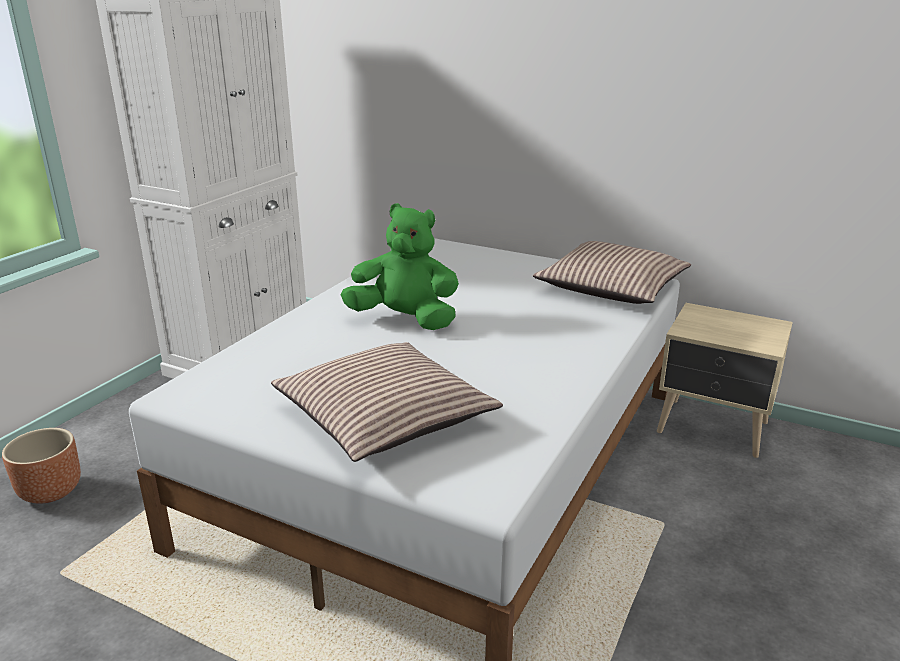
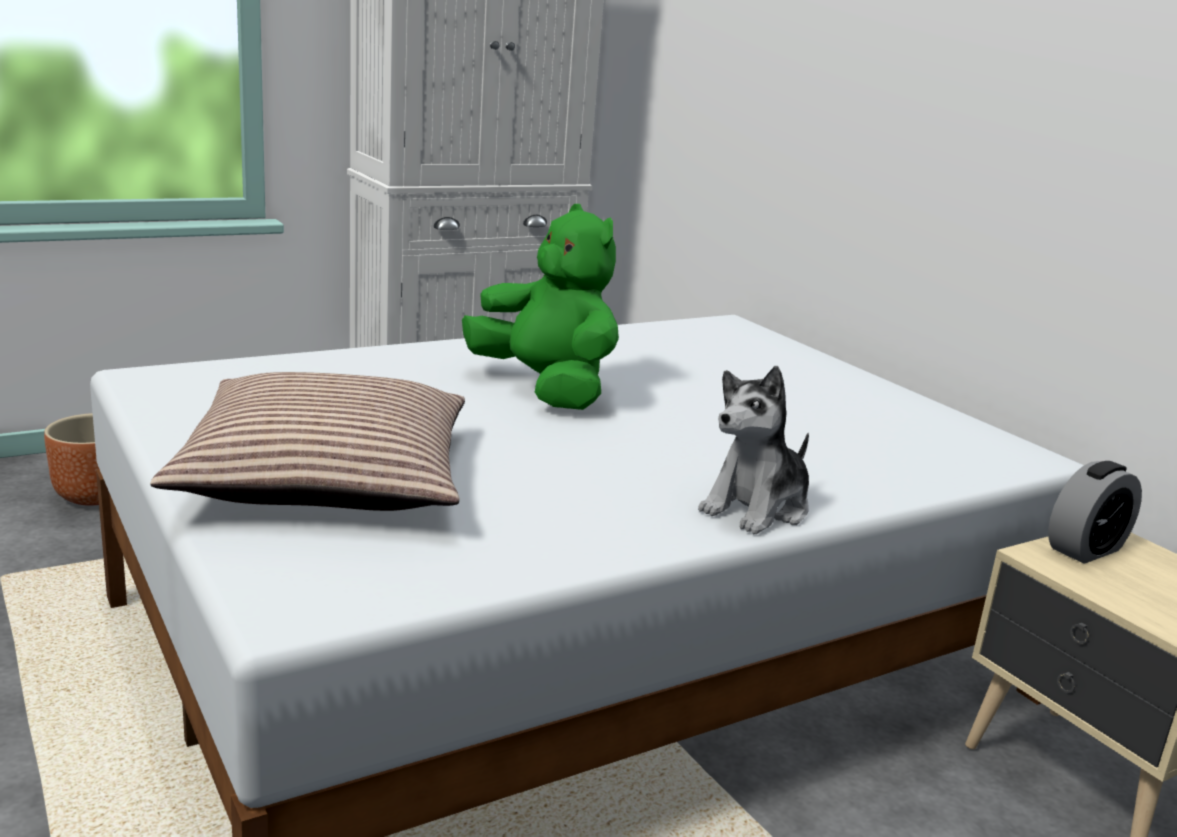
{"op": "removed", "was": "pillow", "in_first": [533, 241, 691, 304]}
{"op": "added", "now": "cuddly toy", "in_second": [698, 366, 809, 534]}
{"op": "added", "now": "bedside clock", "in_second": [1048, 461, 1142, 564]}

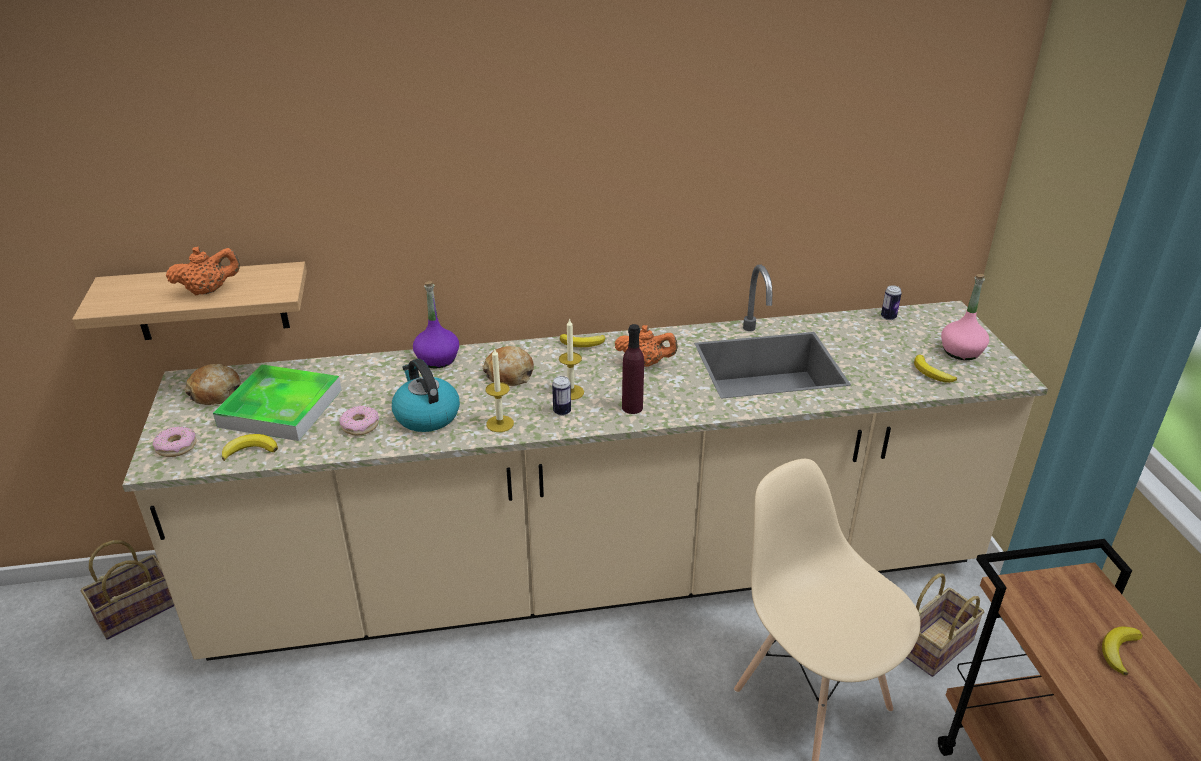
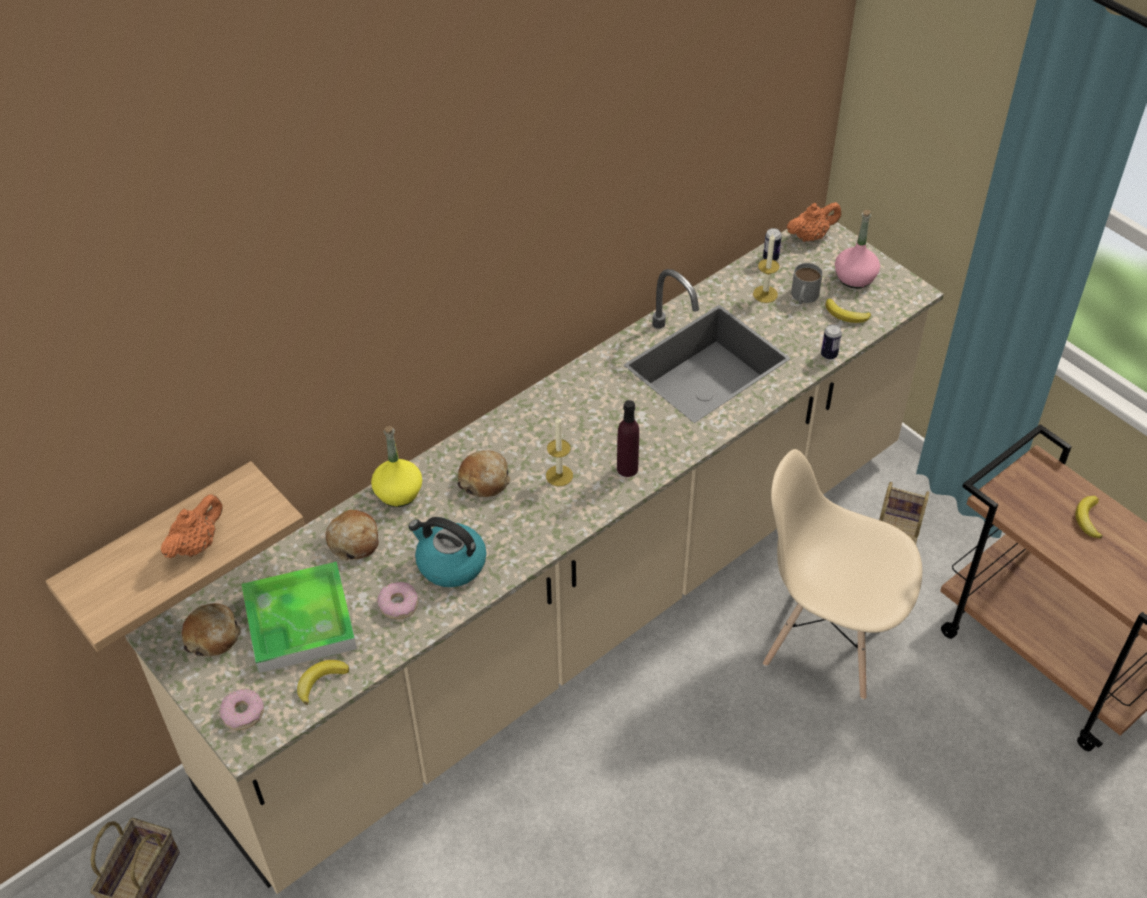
{"op": "recoloured", "was": "purple-coloured drink bottle", "now": "yellowish drink bottle", "in_first": [413, 281, 459, 368], "in_second": [371, 426, 422, 507]}
{"op": "moved", "was": "candle", "in_first": [486, 348, 514, 432], "in_second": [753, 234, 779, 303]}
{"op": "moved", "was": "sealed can", "in_first": [552, 376, 571, 416], "in_second": [821, 324, 842, 360]}
{"op": "removed", "was": "whole banana", "in_first": [560, 334, 605, 347]}
{"op": "moved", "was": "orangey teapot", "in_first": [615, 325, 678, 367], "in_second": [787, 202, 841, 242]}
{"op": "added", "now": "baked bread", "in_second": [326, 510, 379, 561]}
{"op": "added", "now": "greyish coffee mug", "in_second": [791, 263, 823, 304]}

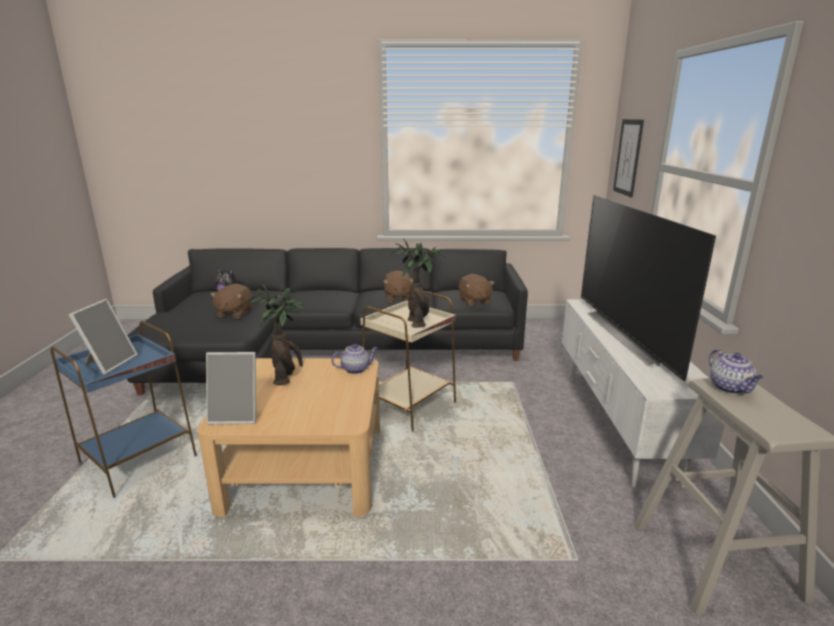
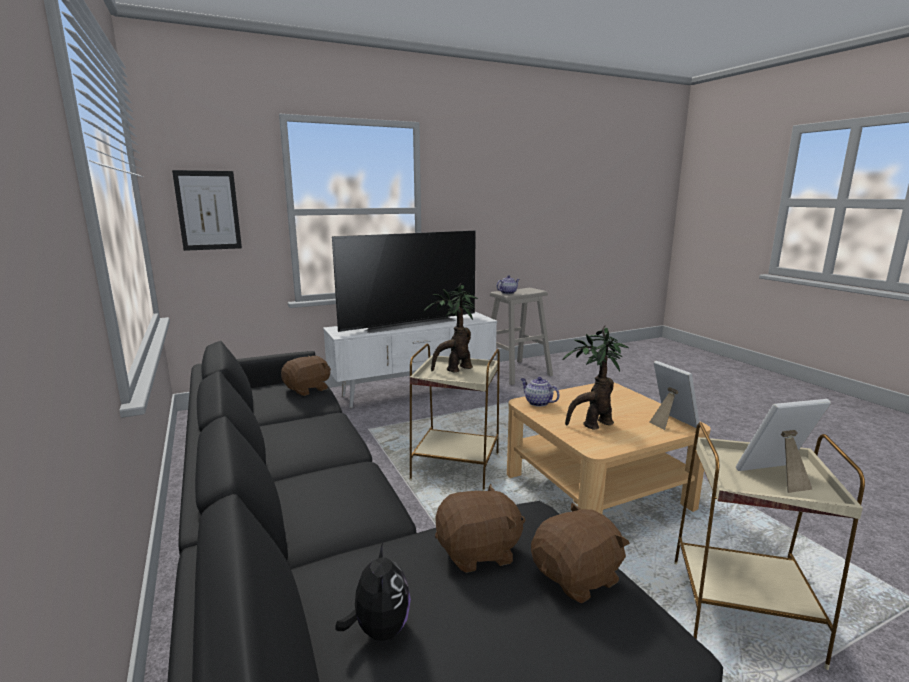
{"op": "recoloured", "was": "blue end table", "now": "beige end table", "in_first": [50, 321, 197, 498], "in_second": [674, 422, 865, 670]}
{"op": "moved", "was": "brown cuddly toy", "in_first": [383, 271, 413, 302], "in_second": [531, 502, 630, 603]}

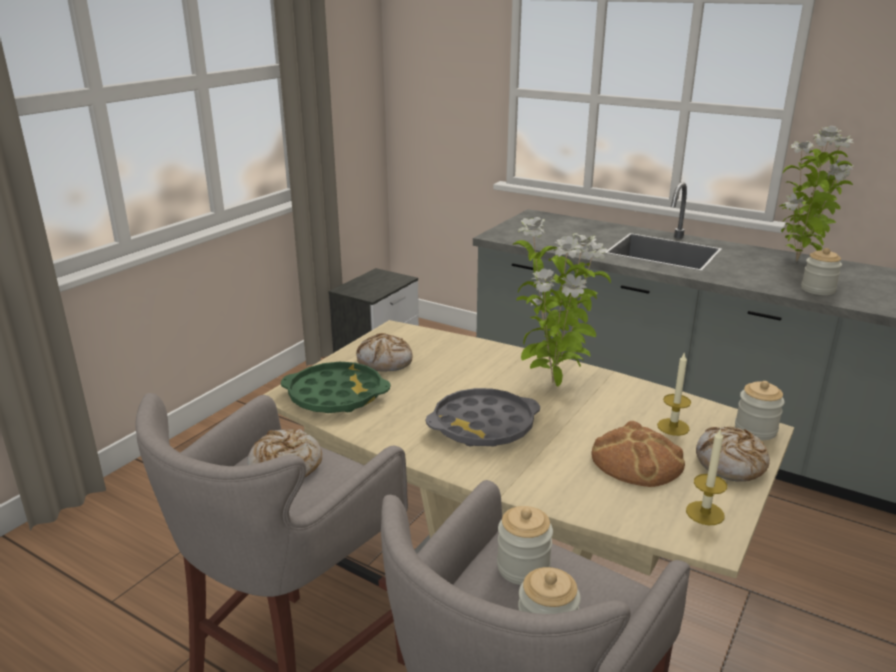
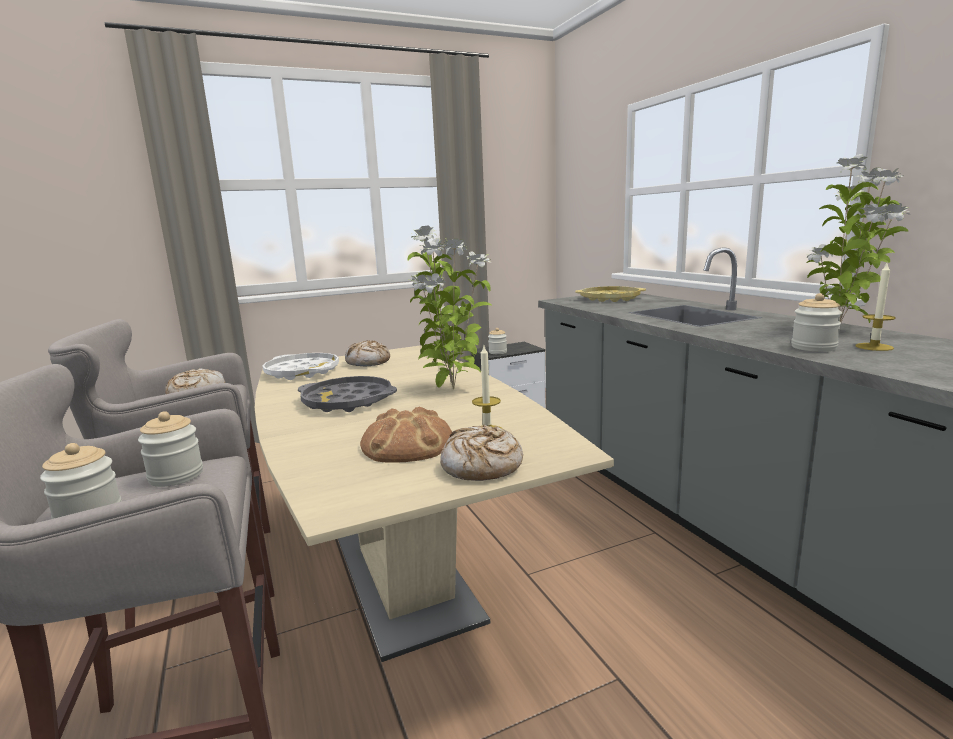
{"op": "recoloured", "was": "greenish tray", "now": "white tray", "in_first": [281, 362, 391, 413], "in_second": [262, 353, 339, 380]}
{"op": "moved", "was": "candle", "in_first": [686, 428, 727, 525], "in_second": [855, 263, 896, 351]}
{"op": "moved", "was": "preserve jar", "in_first": [735, 381, 785, 440], "in_second": [488, 328, 507, 354]}
{"op": "added", "now": "yellowish tray", "in_second": [575, 286, 646, 302]}

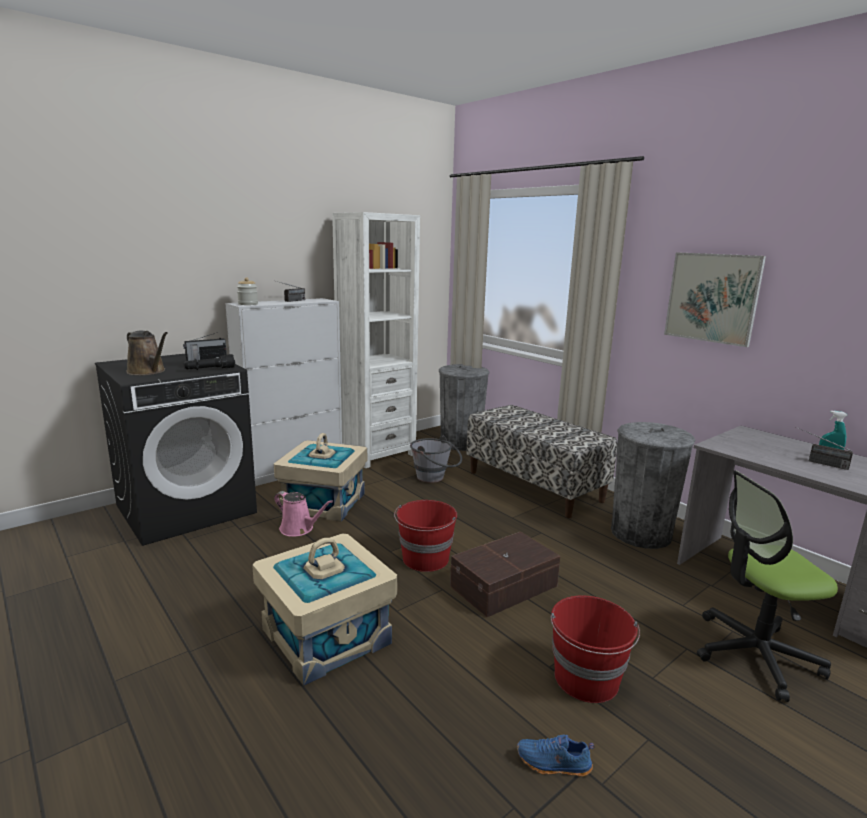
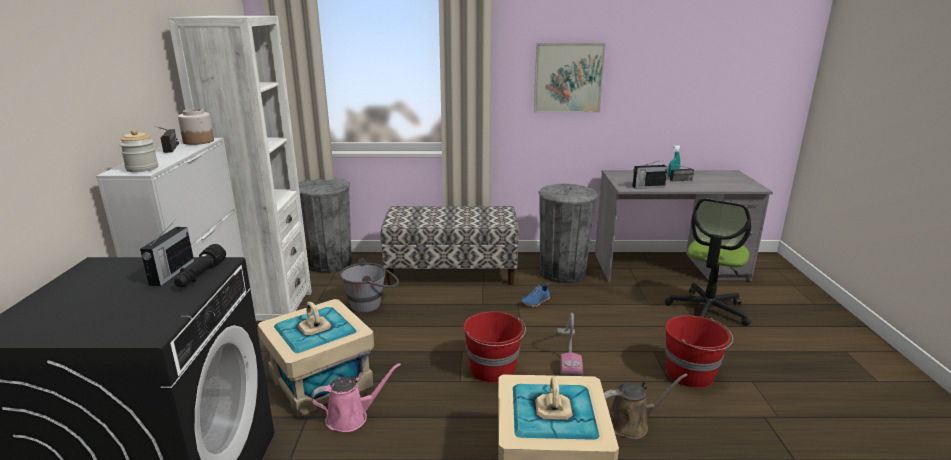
{"op": "moved", "was": "brown watering pot", "in_first": [126, 330, 168, 375], "in_second": [604, 374, 688, 439]}
{"op": "replaced", "was": "brown storage box", "now": "vacuum cleaner", "in_first": [450, 532, 560, 617], "in_second": [557, 313, 583, 376]}
{"op": "moved", "was": "blue low shoe", "in_first": [517, 735, 594, 777], "in_second": [521, 283, 550, 307]}
{"op": "added", "now": "preserve jar", "in_second": [178, 109, 214, 145]}
{"op": "added", "now": "radio", "in_second": [632, 161, 668, 189]}

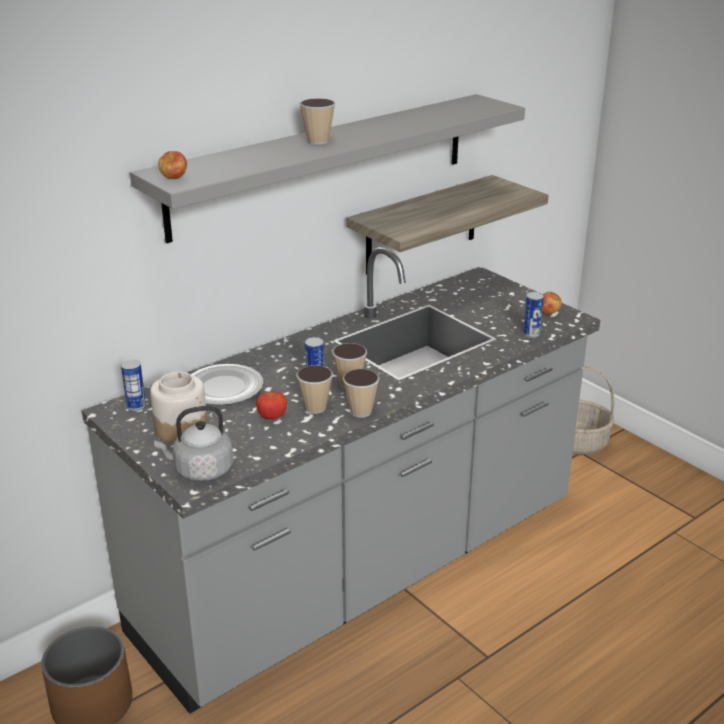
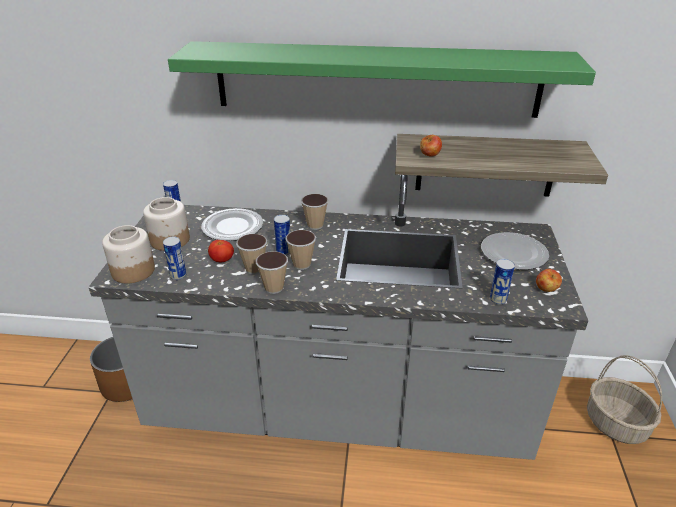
{"op": "recoloured", "was": "greyish wall shelf", "now": "greenish wall shelf", "in_first": [130, 94, 525, 243], "in_second": [168, 41, 596, 118]}
{"op": "replaced", "was": "greyish water kettle", "now": "preserve jar", "in_first": [154, 405, 233, 481], "in_second": [102, 225, 155, 284]}
{"op": "moved", "was": "whole apple", "in_first": [158, 151, 187, 179], "in_second": [420, 135, 442, 157]}
{"op": "moved", "was": "small cup", "in_first": [300, 98, 335, 145], "in_second": [301, 194, 328, 230]}
{"op": "added", "now": "sealed can", "in_second": [163, 237, 186, 280]}
{"op": "added", "now": "dinner plate", "in_second": [481, 232, 549, 270]}

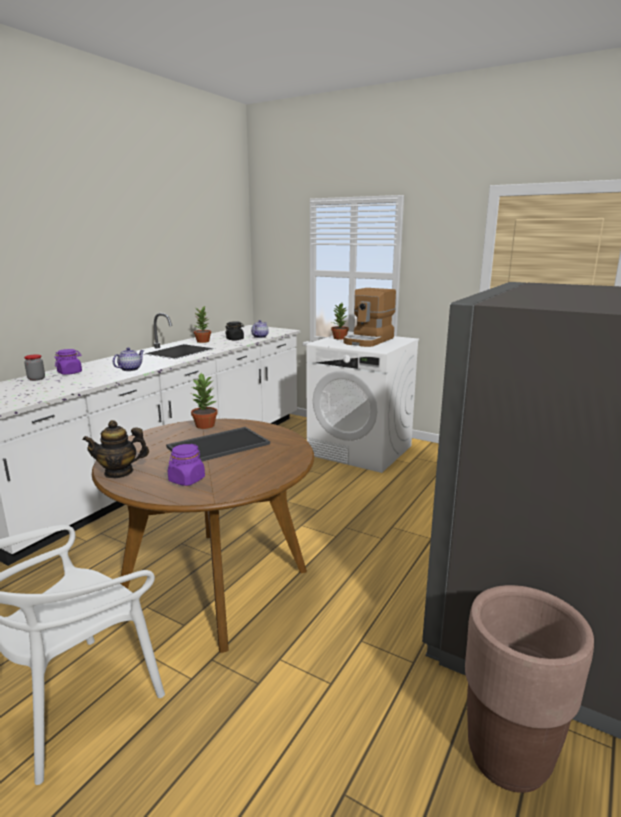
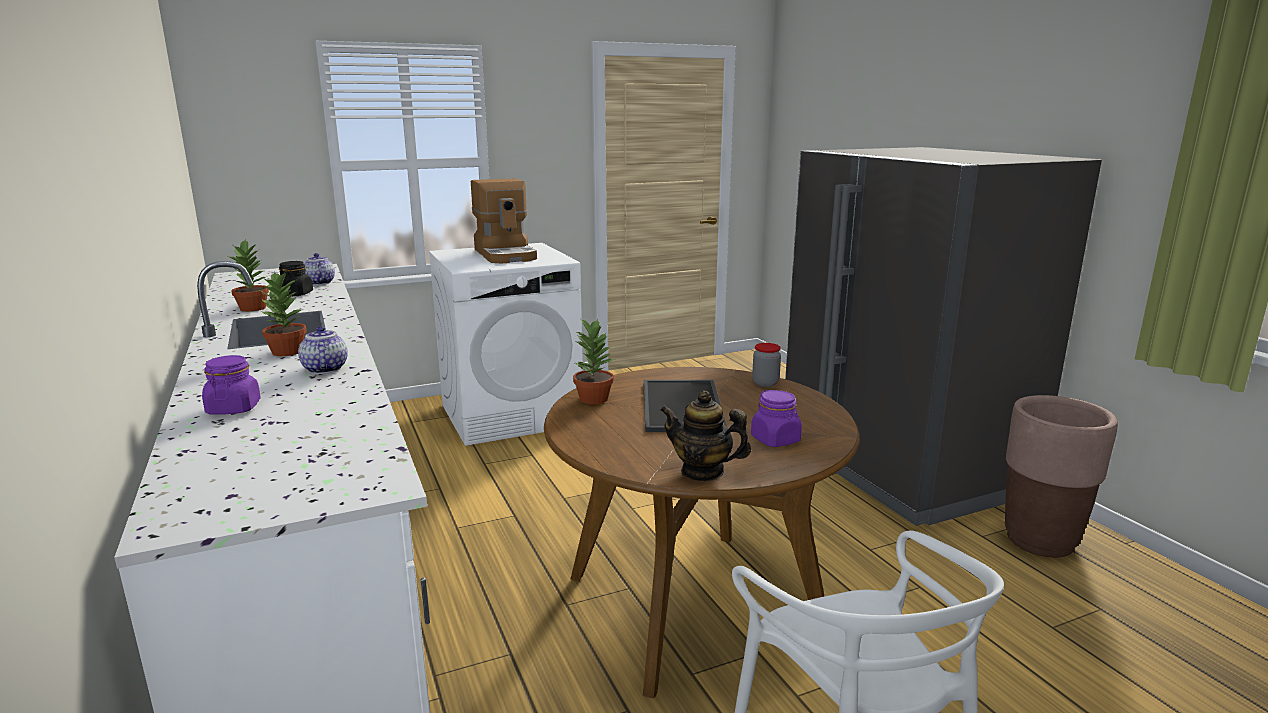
{"op": "moved", "was": "preserve jar", "in_first": [24, 354, 45, 381], "in_second": [752, 343, 781, 387]}
{"op": "turned", "was": "teapot", "in_first": [82, 420, 149, 478], "in_second": [660, 391, 751, 482], "clockwise": 90}
{"op": "moved", "was": "houseplant", "in_first": [331, 303, 349, 339], "in_second": [261, 272, 307, 356]}

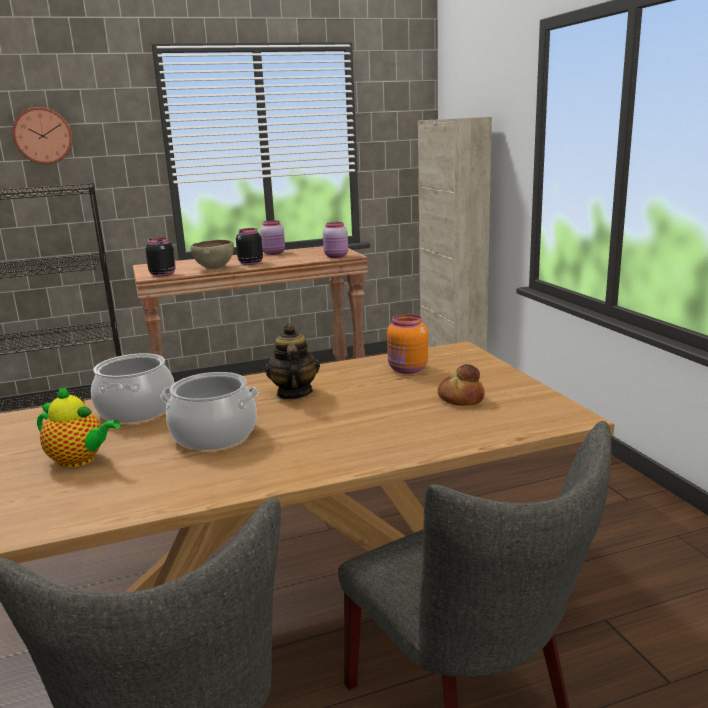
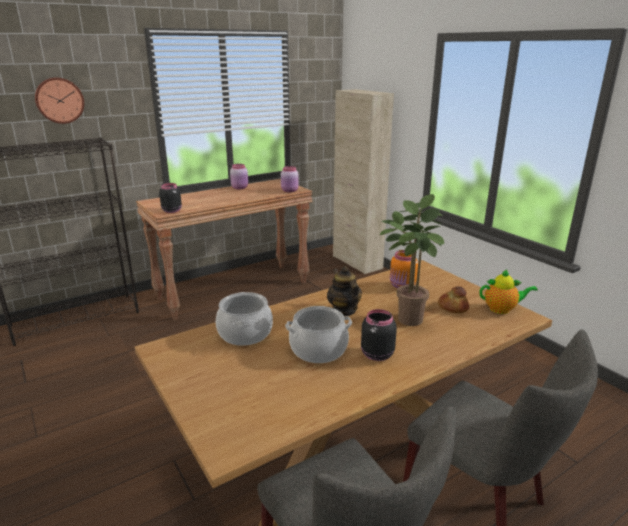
{"op": "moved", "was": "teapot", "in_first": [37, 386, 121, 468], "in_second": [479, 269, 538, 314]}
{"op": "removed", "was": "brown bowl", "in_first": [190, 240, 234, 269]}
{"op": "moved", "was": "black-coloured preserve jar", "in_first": [236, 228, 263, 265], "in_second": [361, 309, 397, 361]}
{"op": "added", "now": "houseplant", "in_second": [379, 194, 444, 326]}

